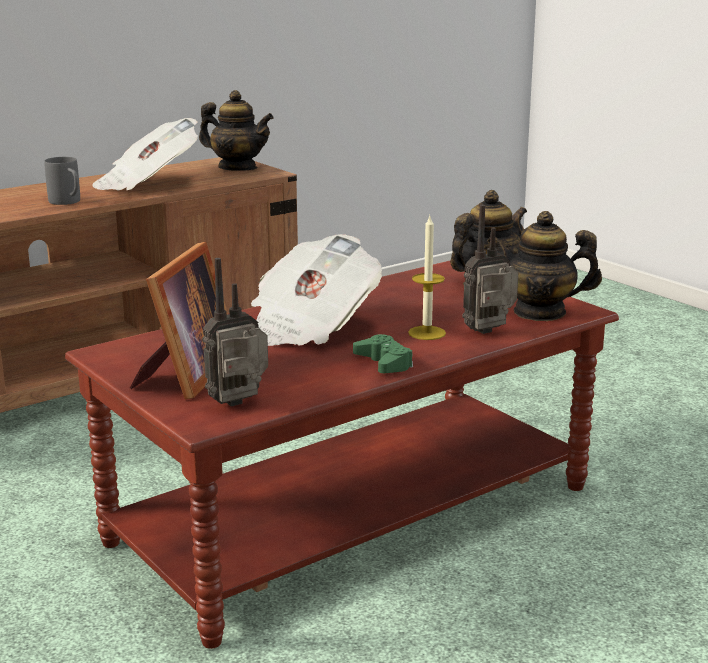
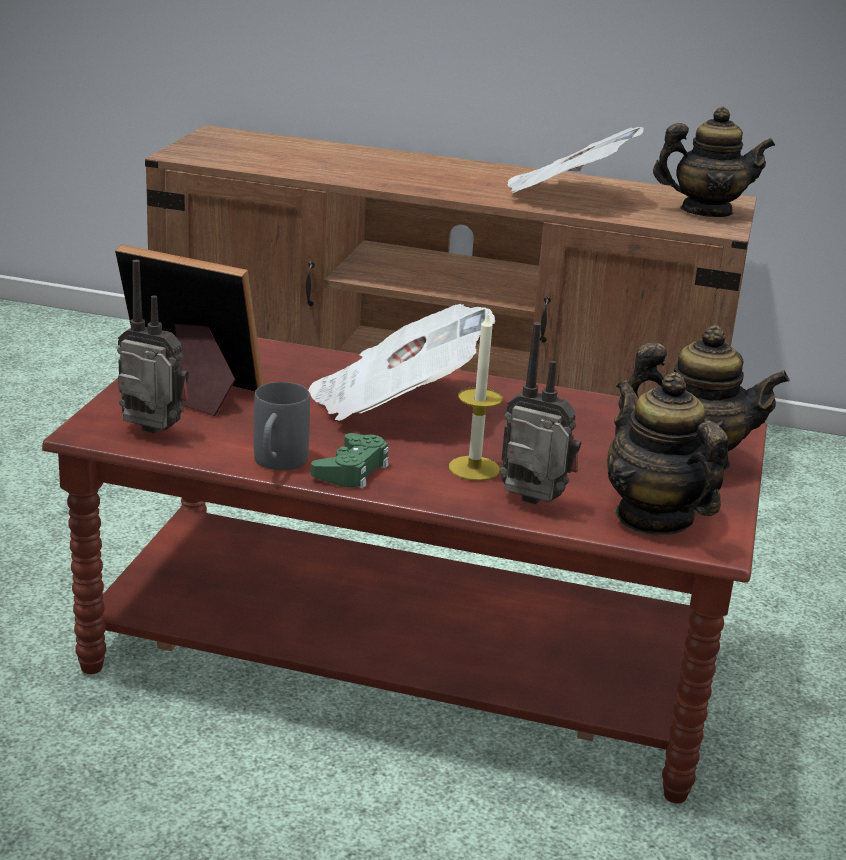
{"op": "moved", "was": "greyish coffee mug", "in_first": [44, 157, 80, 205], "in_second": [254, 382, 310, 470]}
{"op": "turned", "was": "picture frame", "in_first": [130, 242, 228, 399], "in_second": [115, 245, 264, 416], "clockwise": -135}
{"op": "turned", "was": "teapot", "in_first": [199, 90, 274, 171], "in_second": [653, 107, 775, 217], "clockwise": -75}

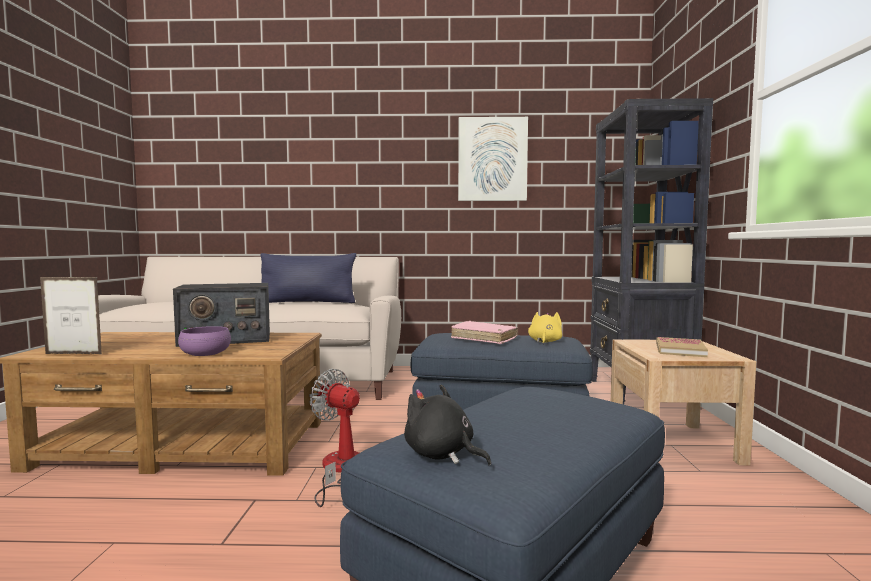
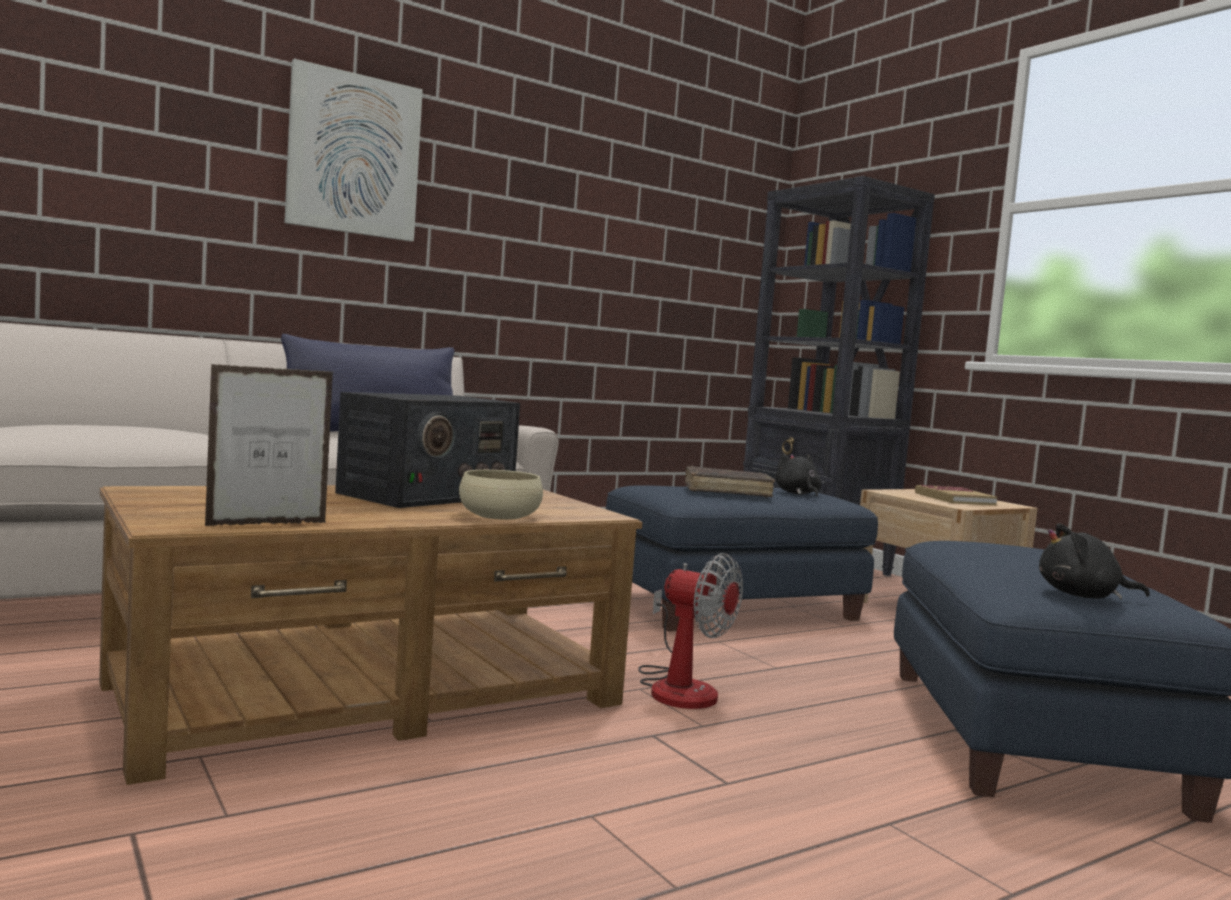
{"op": "recoloured", "was": "purple-coloured bowl", "now": "beige bowl", "in_first": [178, 326, 231, 356], "in_second": [459, 470, 543, 520]}
{"op": "turned", "was": "fan", "in_first": [309, 369, 360, 507], "in_second": [638, 553, 743, 709], "clockwise": -150}
{"op": "recoloured", "was": "pink book", "now": "brown book", "in_first": [451, 321, 518, 344], "in_second": [685, 466, 775, 497]}
{"op": "moved", "was": "picture", "in_first": [458, 117, 528, 201], "in_second": [284, 59, 423, 242]}
{"op": "recoloured", "was": "yellowish cuddly toy", "now": "black-coloured cuddly toy", "in_first": [528, 312, 562, 344], "in_second": [775, 453, 821, 496]}

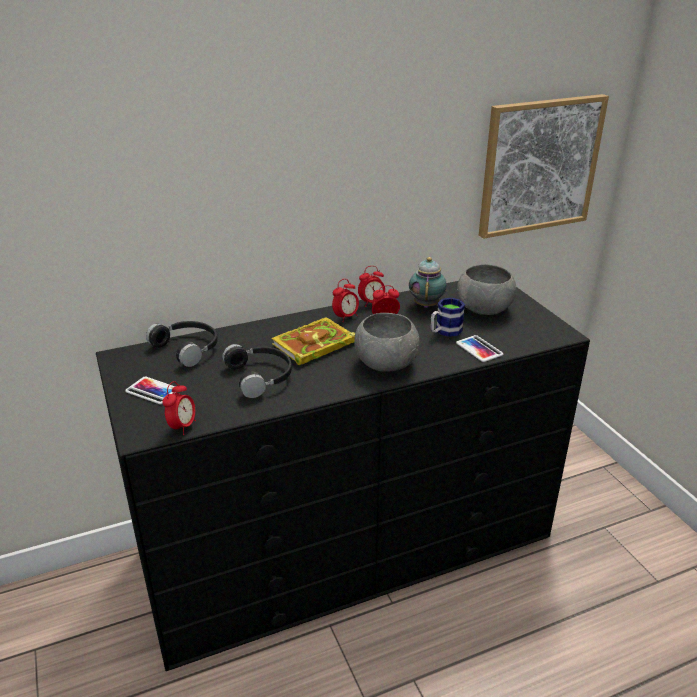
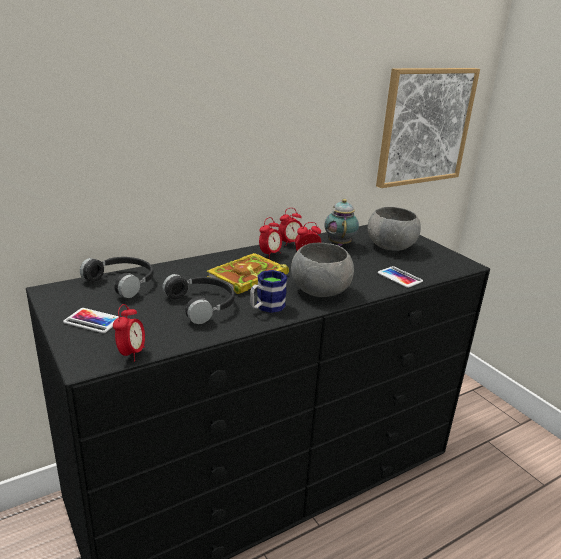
{"op": "moved", "was": "coffee mug", "in_first": [431, 298, 465, 337], "in_second": [250, 270, 287, 313]}

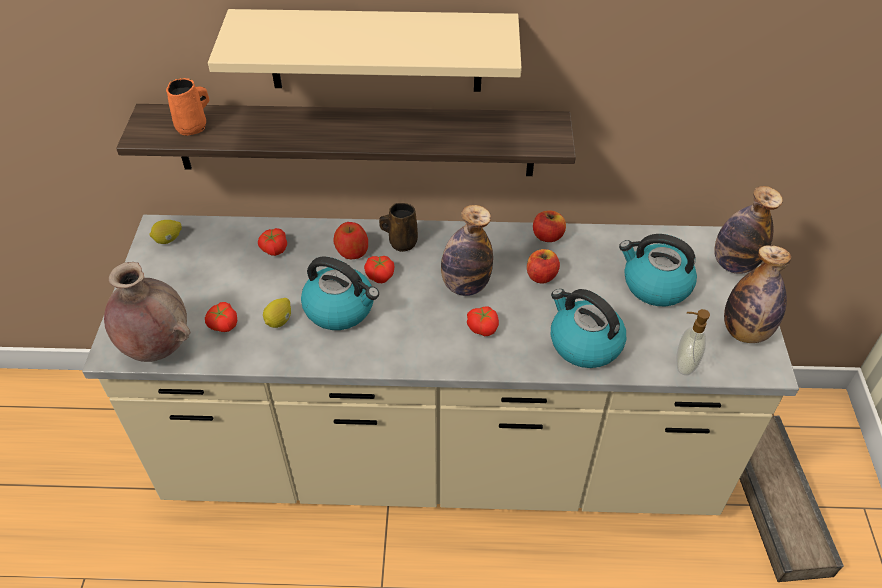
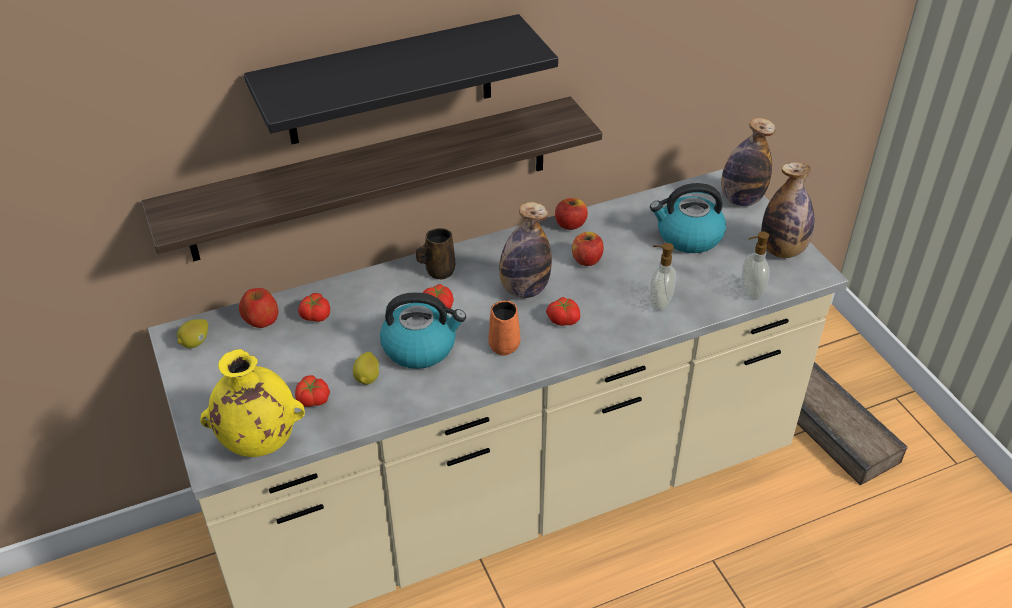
{"op": "recoloured", "was": "brown flower vase", "now": "yellowish flower vase", "in_first": [104, 262, 190, 362], "in_second": [201, 349, 305, 457]}
{"op": "moved", "was": "orangey coffee mug", "in_first": [166, 78, 209, 136], "in_second": [488, 300, 520, 356]}
{"op": "recoloured", "was": "beige wall shelf", "now": "black-coloured wall shelf", "in_first": [208, 9, 522, 92], "in_second": [244, 14, 558, 144]}
{"op": "moved", "was": "whole apple", "in_first": [333, 222, 368, 260], "in_second": [239, 288, 278, 328]}
{"op": "replaced", "was": "water kettle", "now": "soap dispenser", "in_first": [551, 289, 626, 368], "in_second": [650, 243, 676, 312]}

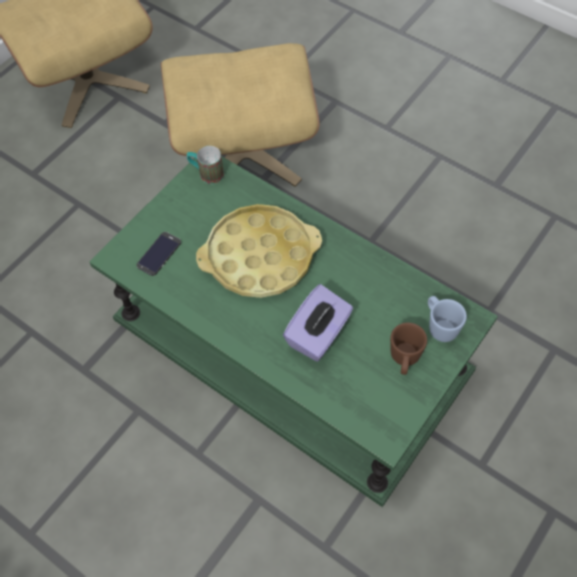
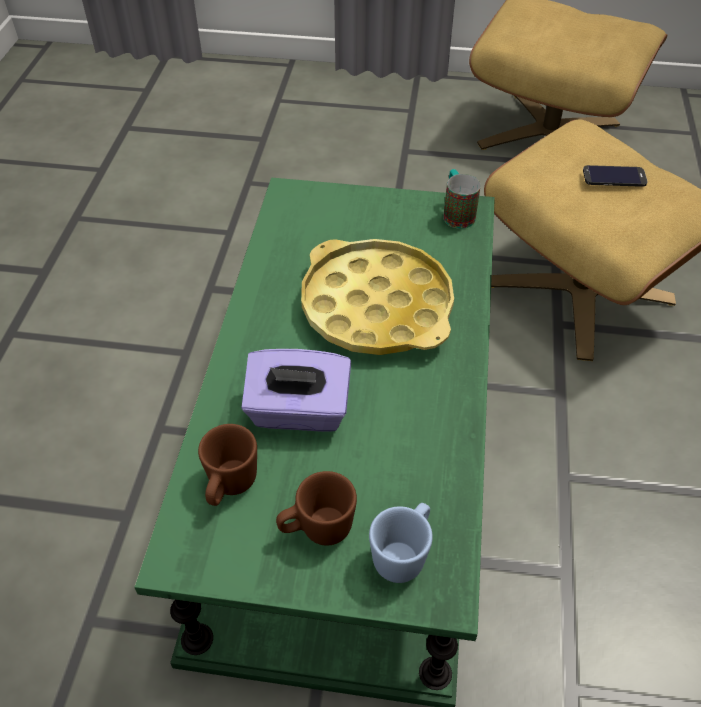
{"op": "moved", "was": "telephone", "in_first": [137, 232, 181, 276], "in_second": [583, 165, 648, 187]}
{"op": "added", "now": "brown coffee mug", "in_second": [198, 424, 257, 506]}

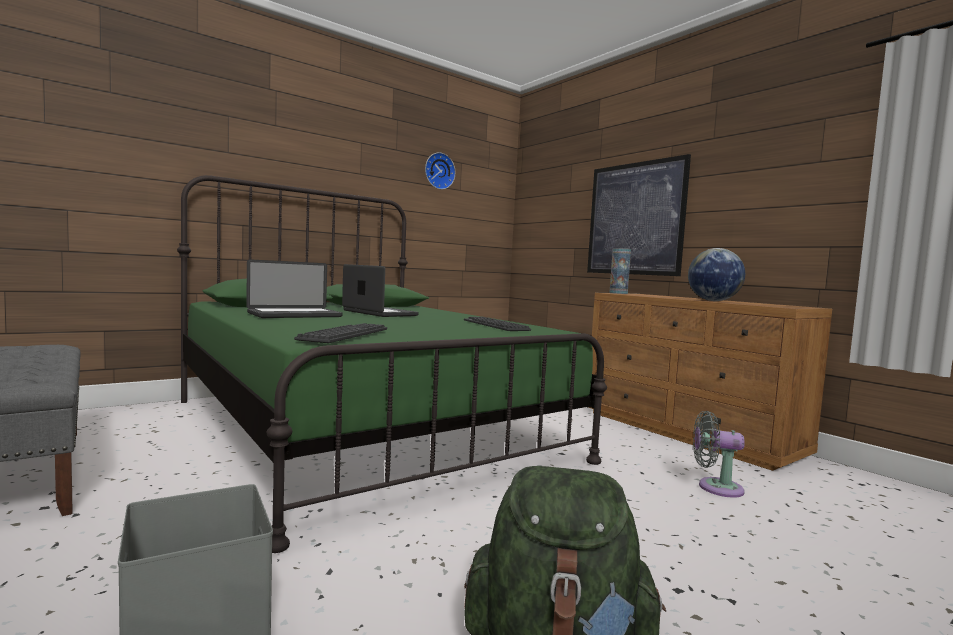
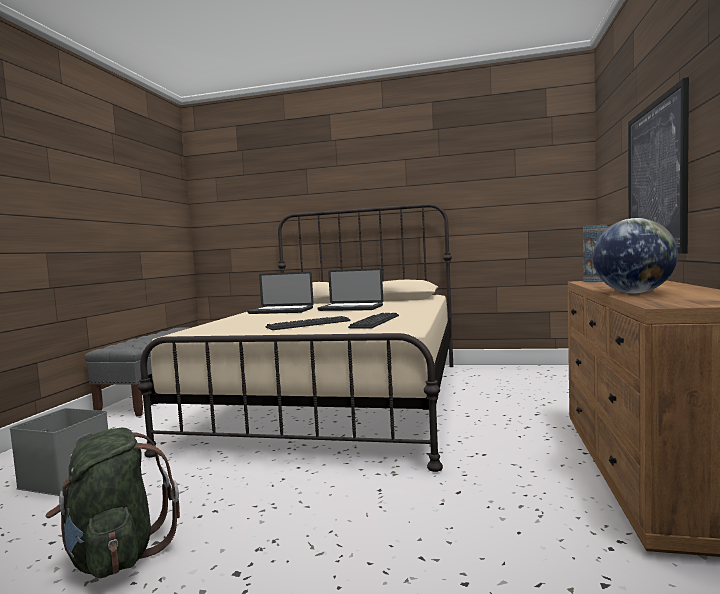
{"op": "recoloured", "was": "greenish sleeping bed", "now": "beige sleeping bed", "in_first": [177, 175, 607, 553], "in_second": [138, 203, 453, 472]}
{"op": "moved", "was": "PC keyboard", "in_first": [294, 323, 387, 343], "in_second": [266, 316, 351, 330]}
{"op": "turned", "was": "laptop", "in_first": [342, 264, 419, 317], "in_second": [318, 268, 383, 311], "clockwise": 105}
{"op": "removed", "was": "hanging clock", "in_first": [425, 152, 456, 189]}
{"op": "removed", "was": "greyish fan", "in_first": [693, 411, 745, 498]}

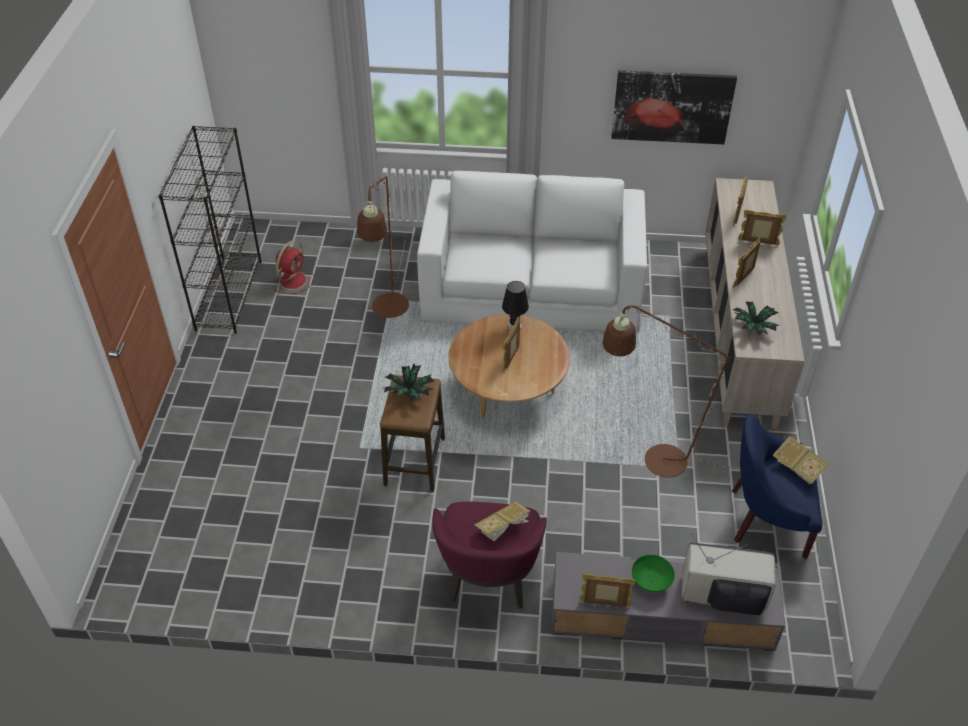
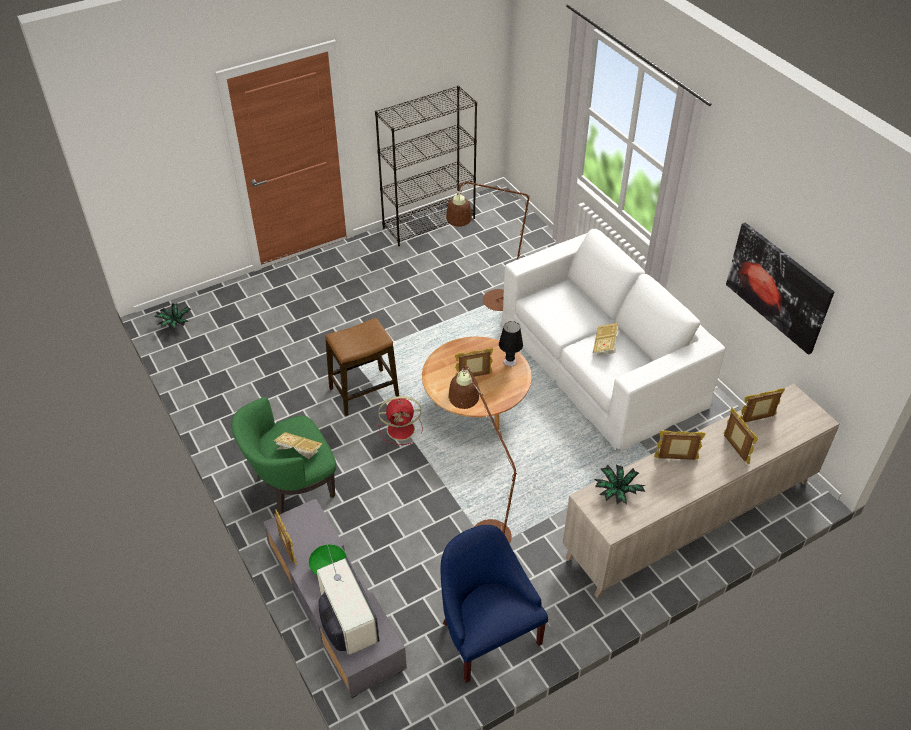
{"op": "moved", "was": "red fan", "in_first": [274, 240, 314, 294], "in_second": [378, 396, 423, 445]}
{"op": "moved", "was": "houseplant", "in_first": [383, 364, 434, 402], "in_second": [155, 303, 191, 329]}
{"op": "recoloured", "was": "purple-coloured lounge chair", "now": "greenish lounge chair", "in_first": [433, 502, 547, 609], "in_second": [231, 397, 336, 515]}
{"op": "moved", "was": "book", "in_first": [772, 436, 829, 484], "in_second": [593, 323, 620, 356]}

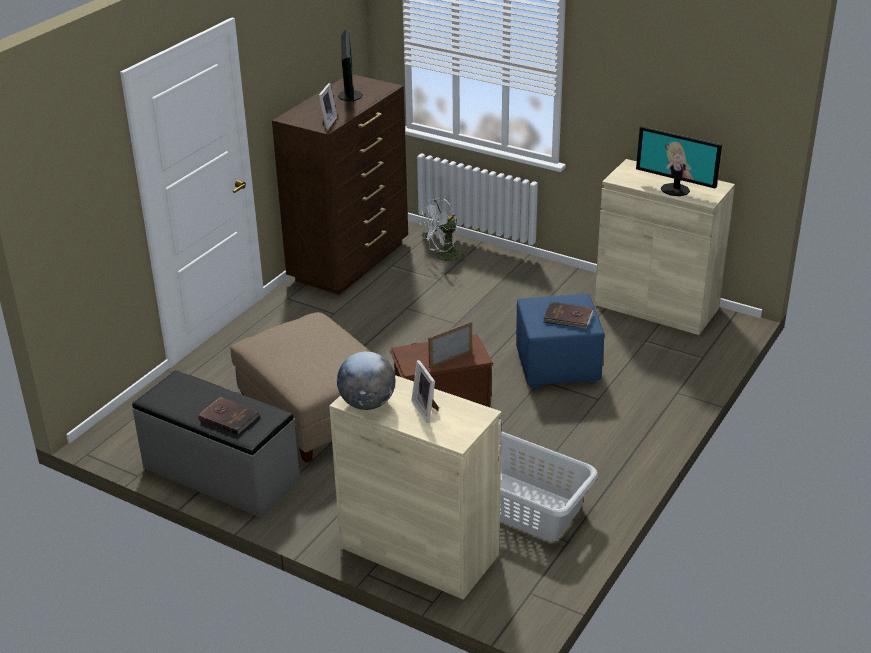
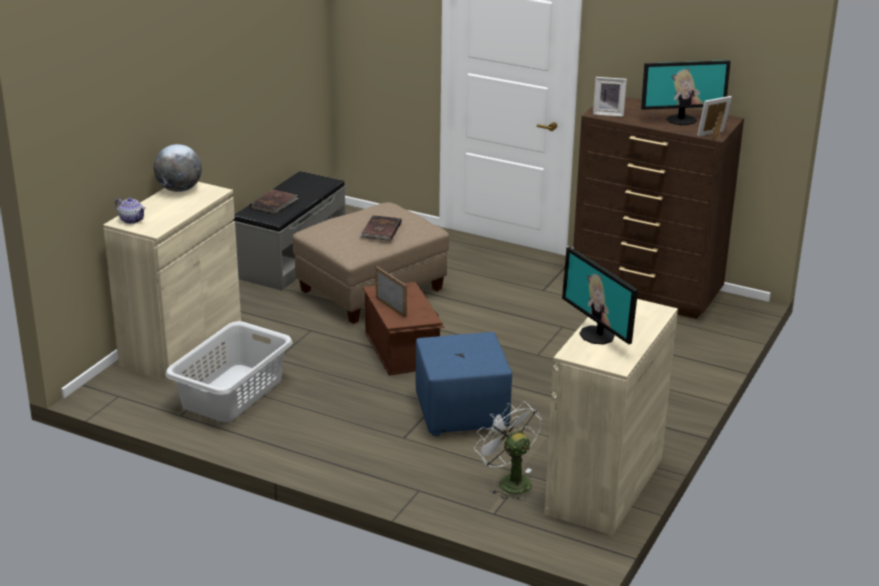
{"op": "moved", "was": "picture frame", "in_first": [411, 360, 439, 423], "in_second": [697, 96, 732, 139]}
{"op": "moved", "was": "white fan", "in_first": [420, 198, 468, 265], "in_second": [474, 402, 542, 501]}
{"op": "moved", "was": "brown book", "in_first": [543, 301, 594, 329], "in_second": [359, 215, 402, 241]}
{"op": "turned", "was": "monitor", "in_first": [636, 126, 722, 196], "in_second": [562, 247, 638, 345], "clockwise": -60}
{"op": "added", "now": "teapot", "in_second": [115, 198, 146, 224]}

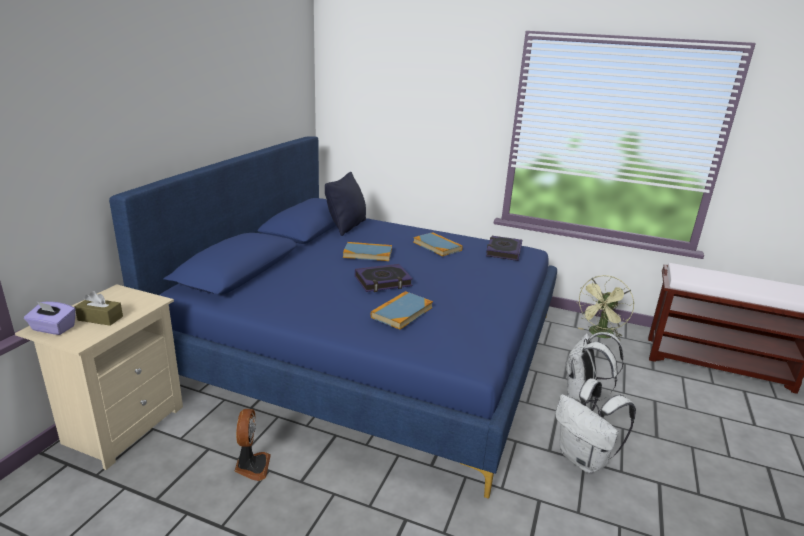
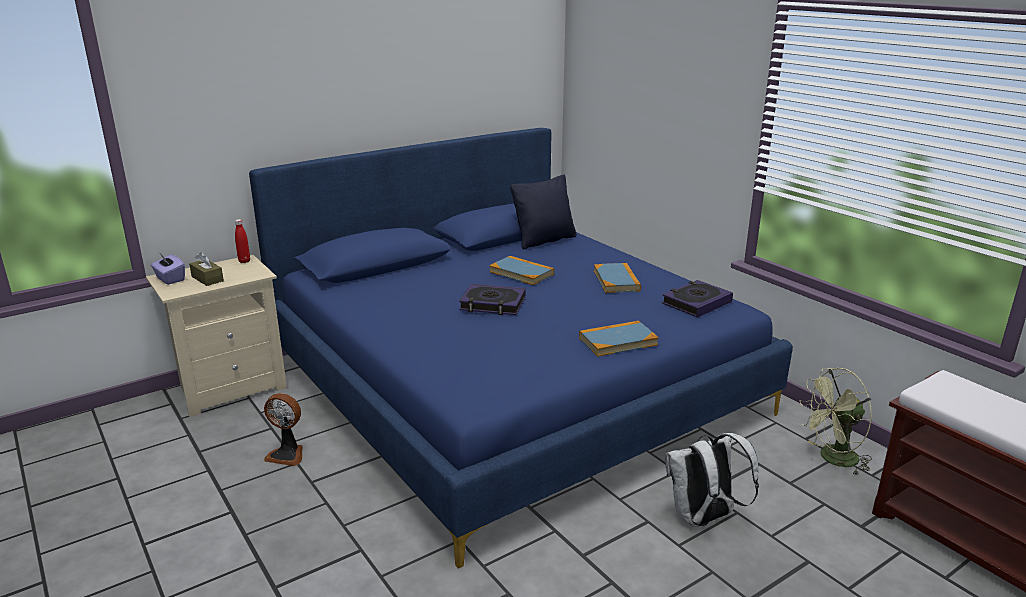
{"op": "turned", "was": "fan", "in_first": [235, 409, 271, 481], "in_second": [264, 393, 303, 466], "clockwise": 75}
{"op": "moved", "was": "book", "in_first": [371, 291, 433, 330], "in_second": [579, 321, 659, 357]}
{"op": "removed", "was": "white rucksack", "in_first": [555, 378, 636, 473]}
{"op": "added", "now": "red drink bottle", "in_second": [235, 219, 250, 263]}

